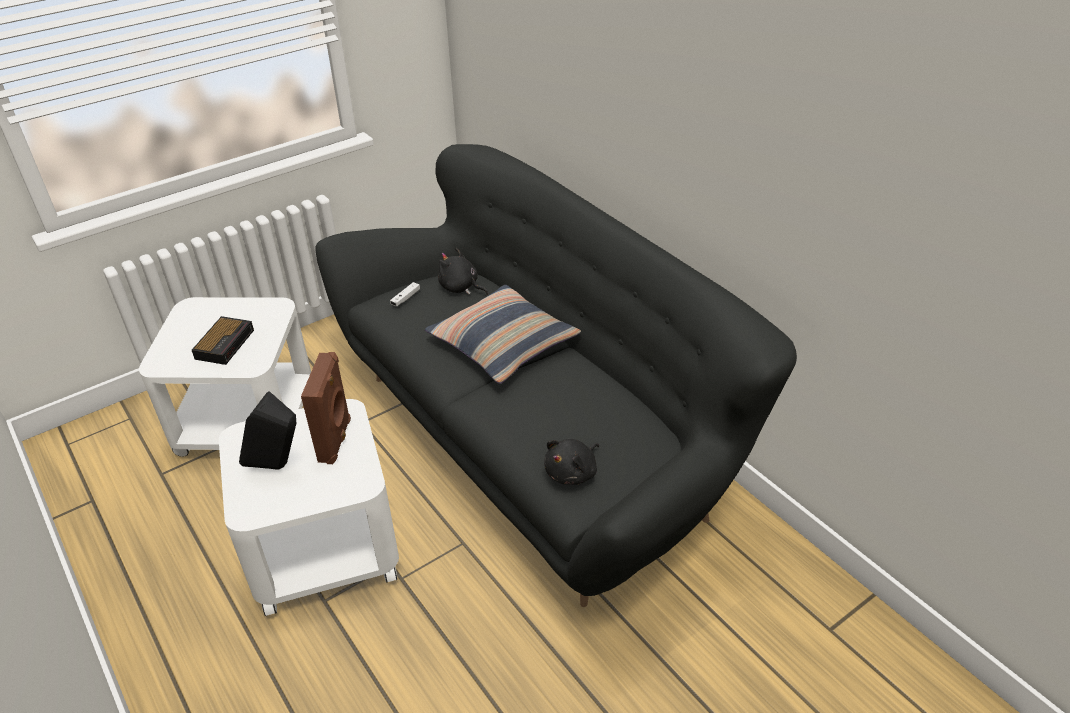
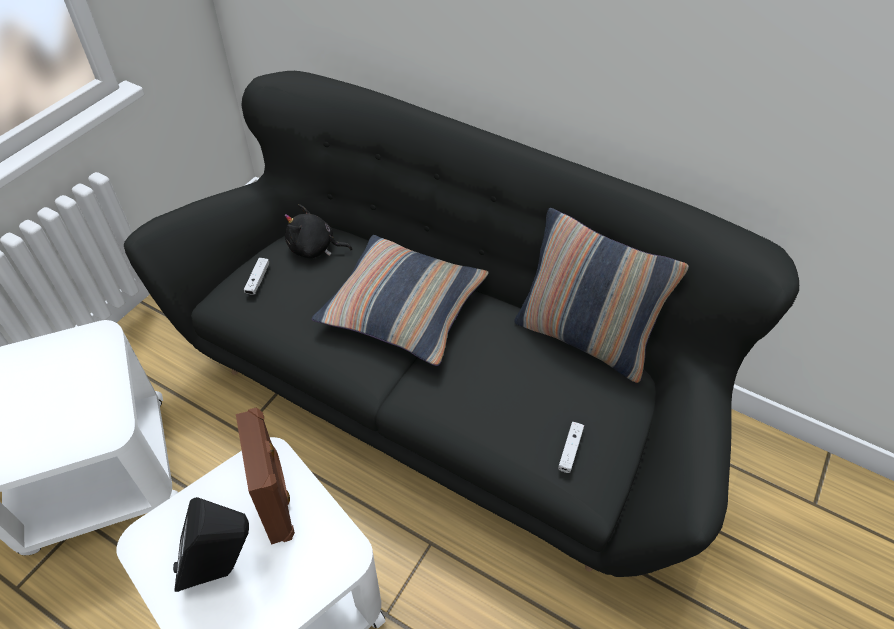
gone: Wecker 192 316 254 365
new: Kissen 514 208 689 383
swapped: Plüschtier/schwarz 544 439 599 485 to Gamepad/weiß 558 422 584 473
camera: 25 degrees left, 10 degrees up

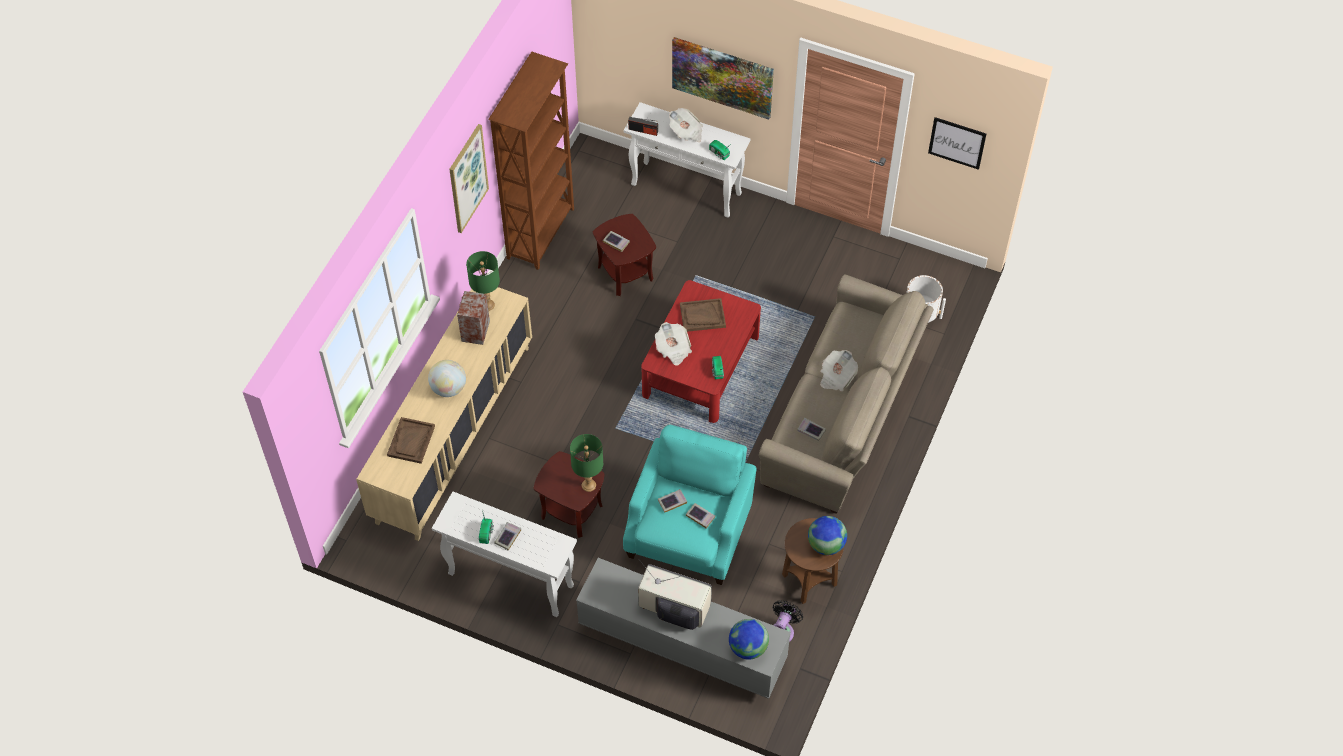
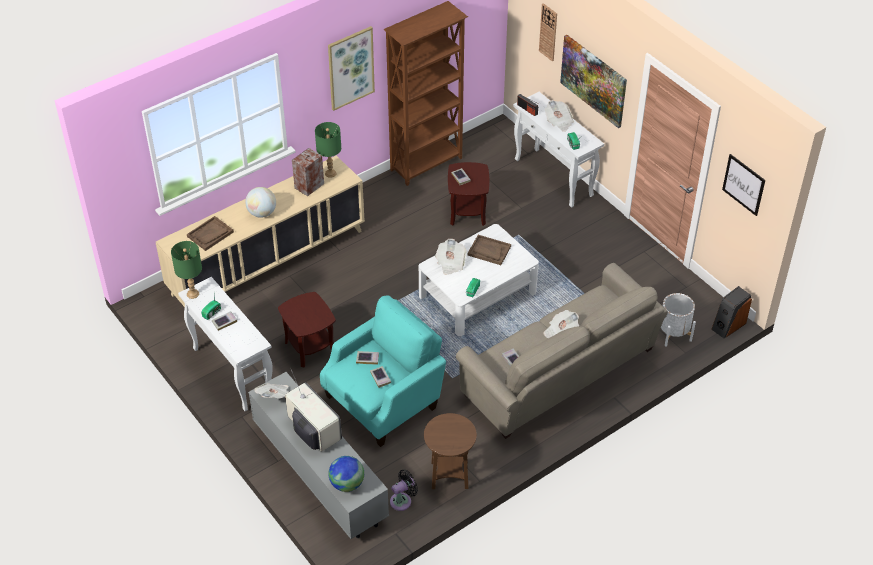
gone: Globus 808 516 847 555
new: Wanduhr 539 3 557 61; Lautsprecher 711 286 752 338; Zeitung 254 383 288 399
shifted: Tischlampe/grün 570 434 603 492 to 171 241 202 299
repainted: Couchtisch/rot 641 280 761 423 to Couchtisch/weiß 418 224 539 336
camera: 30 degrees right, 10 degrees down

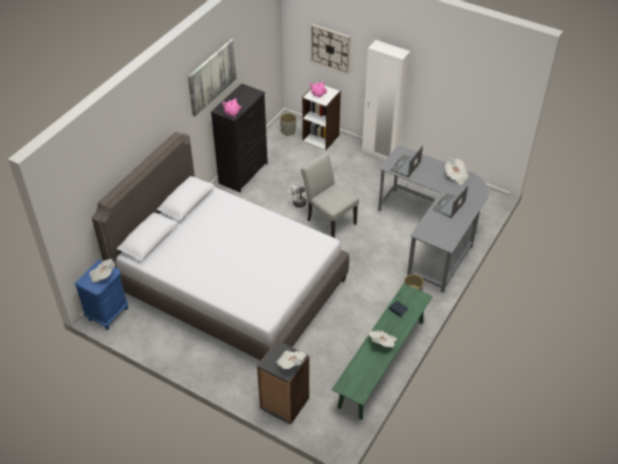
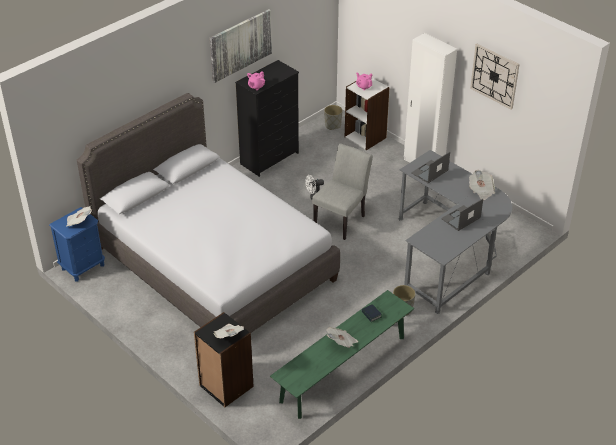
shifted: Wanduhr 310 24 351 75 to 470 44 520 110
rotated: Stuhl/grau 301 153 359 238 = 312 143 373 240 60 degrees clockwise
camera: 15 degrees right, 5 degrees down

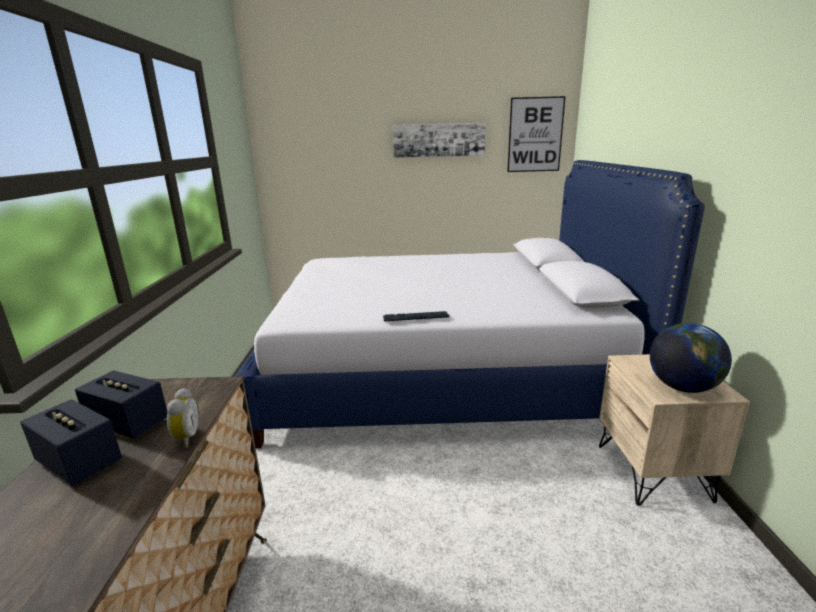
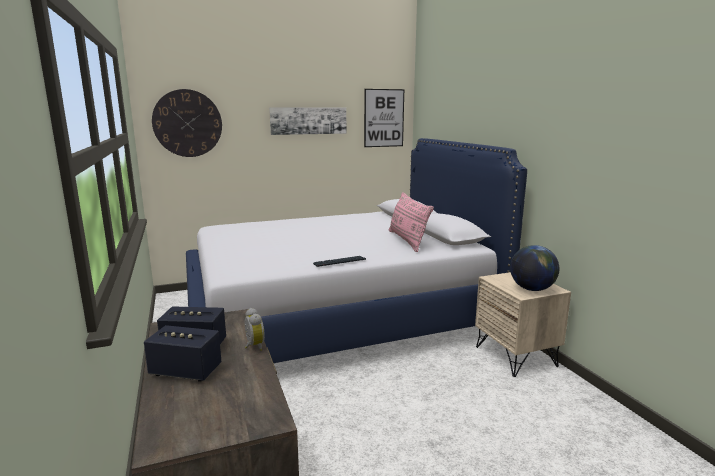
new: Wanduhr 152 89 222 157; Kissen/rosa 389 192 434 252
camera: 20 degrees left, 5 degrees down

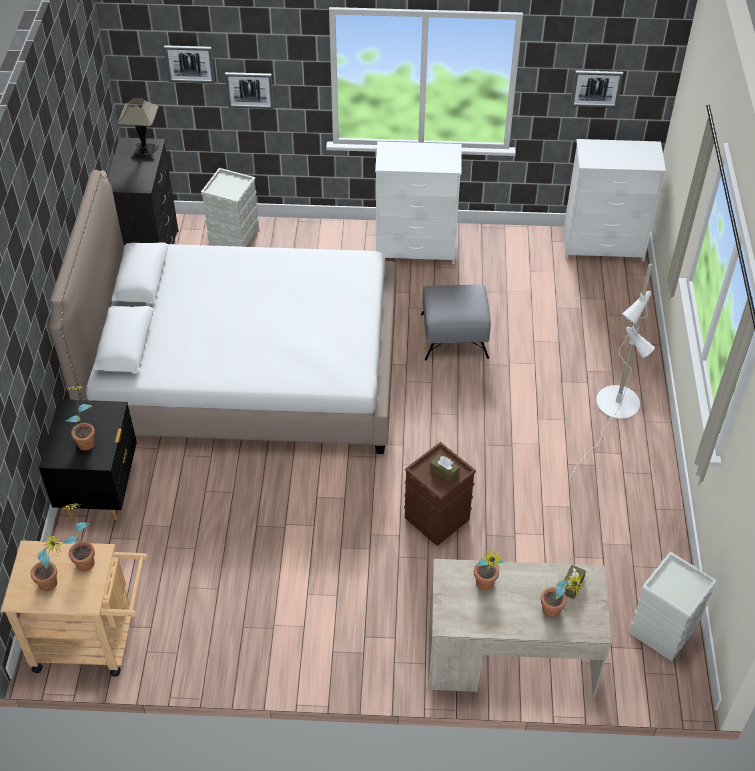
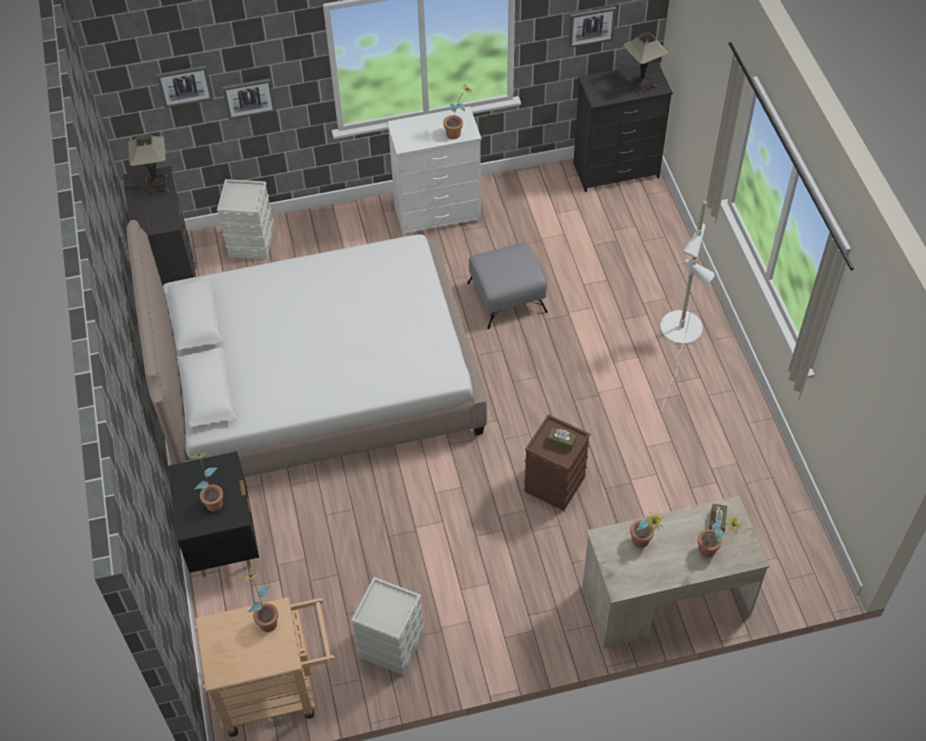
new: Tischlampe 623 32 669 95
shifted: Topfpflanze 30 535 63 591 to 443 83 472 139; Aufbewahrungsbox/grau 629 551 717 661 to 351 577 423 675
repainted: Kommode/weiß 563 139 666 261 to Kommode/schwarz 573 62 673 192
camera: 15 degrees left, 5 degrees up

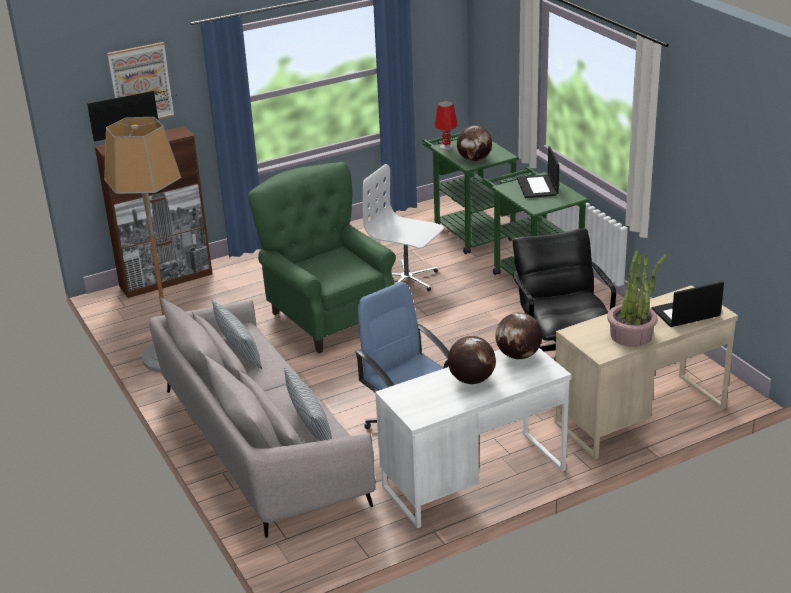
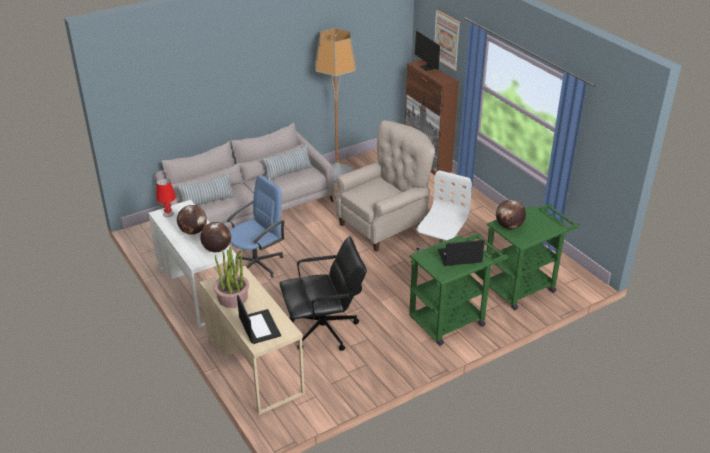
shifted: Tischlampe/rot 434 101 458 150 to 156 178 176 217
repainted: Sessel/grün 248 162 395 353 to Sessel/beige 336 120 435 252
camera: 85 degrees right, 5 degrees up

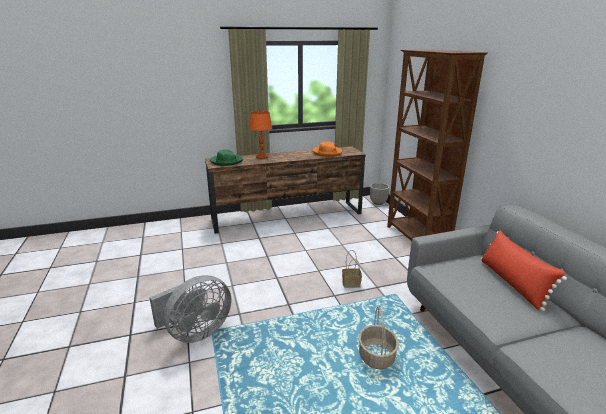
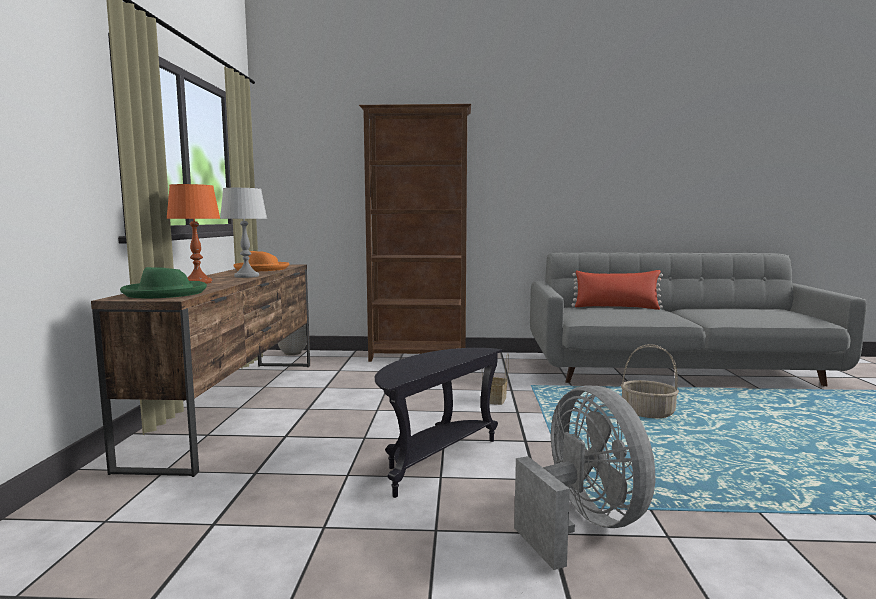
new: Tischlampe/grau 220 188 267 278; Beistelltisch/schwarz 375 348 503 498
camera: 70 degrees left, 15 degrees down

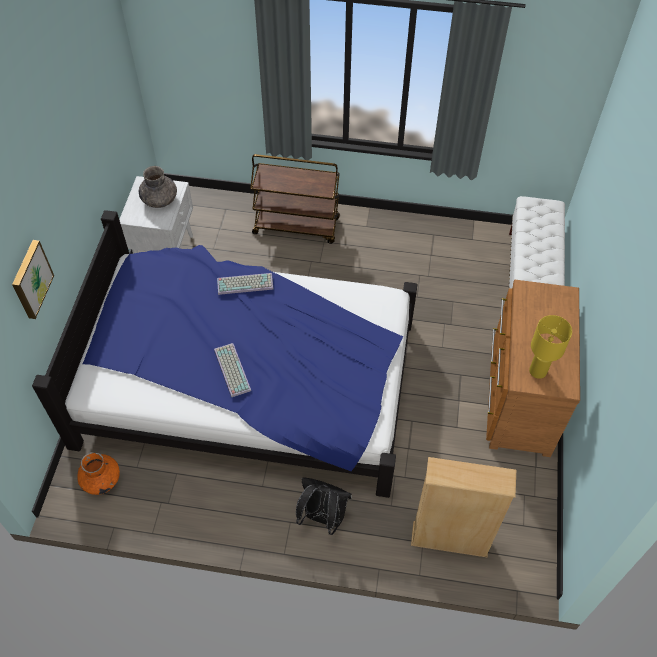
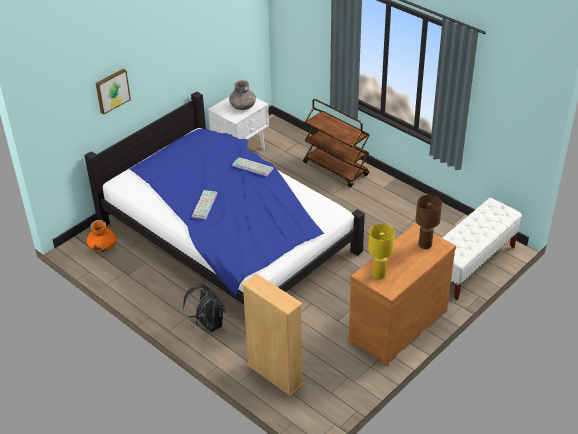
new: Tischlampe/braun 416 195 442 249
camera: 35 degrees right, 15 degrees down

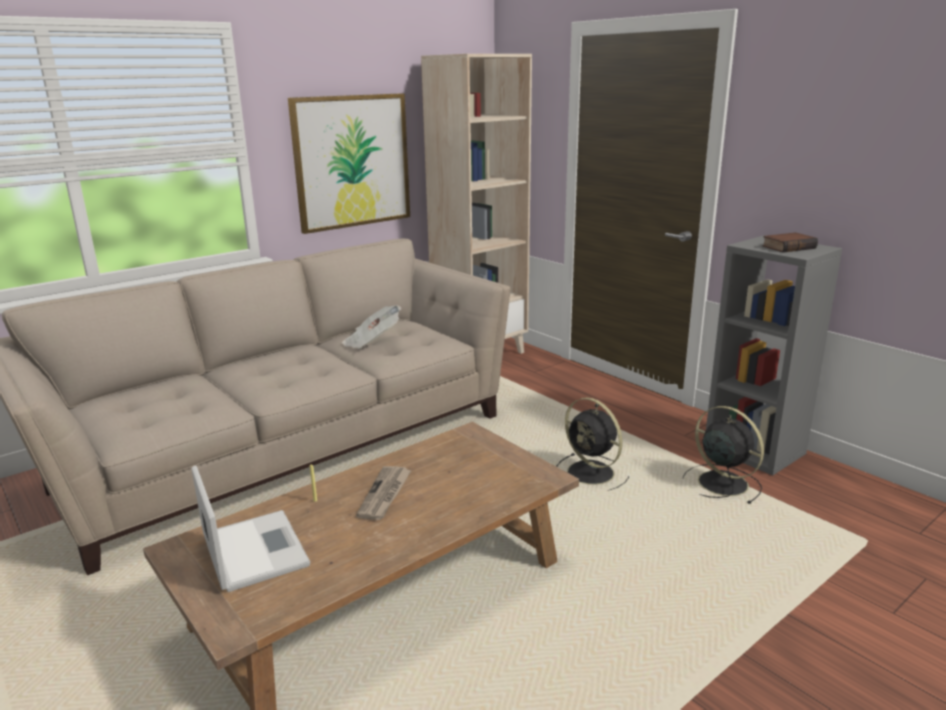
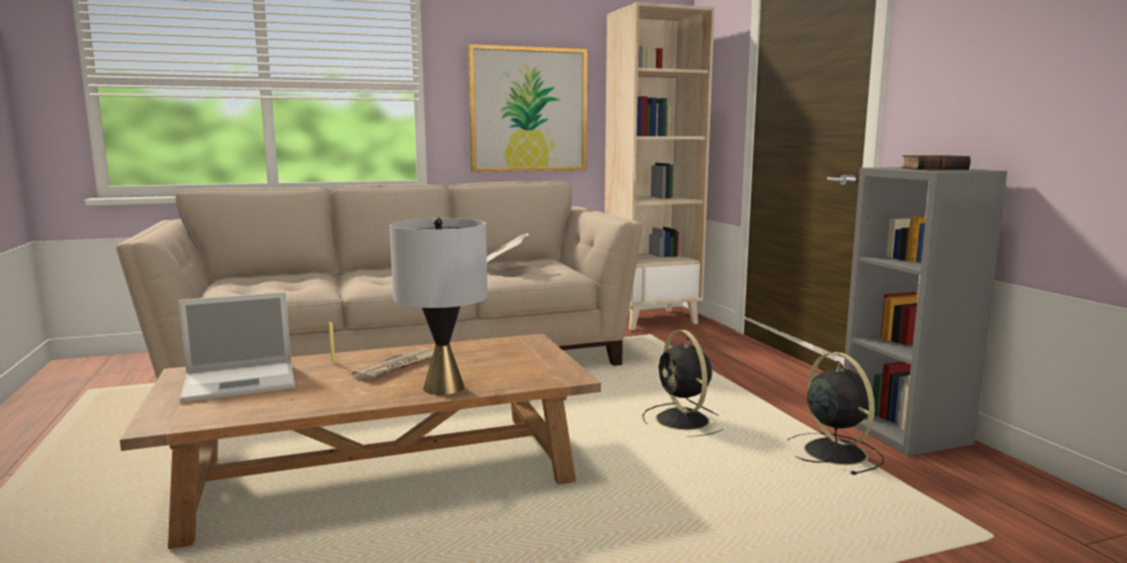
new: Tischlampe/grau 390 218 488 395
rotated: Laptop 191 465 310 592 = 179 292 295 403 75 degrees clockwise
camera: 20 degrees right, 10 degrees down

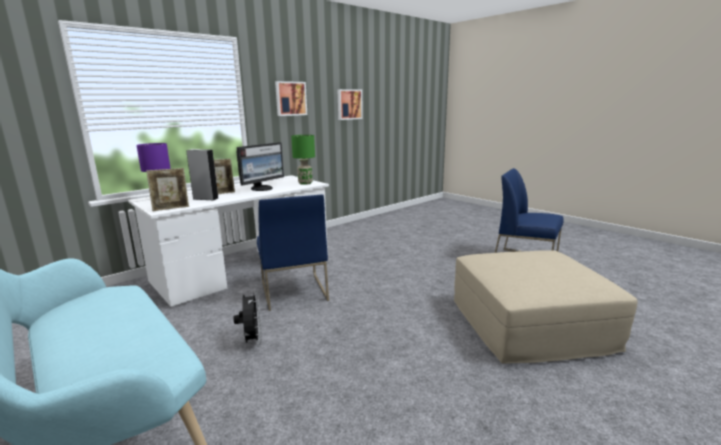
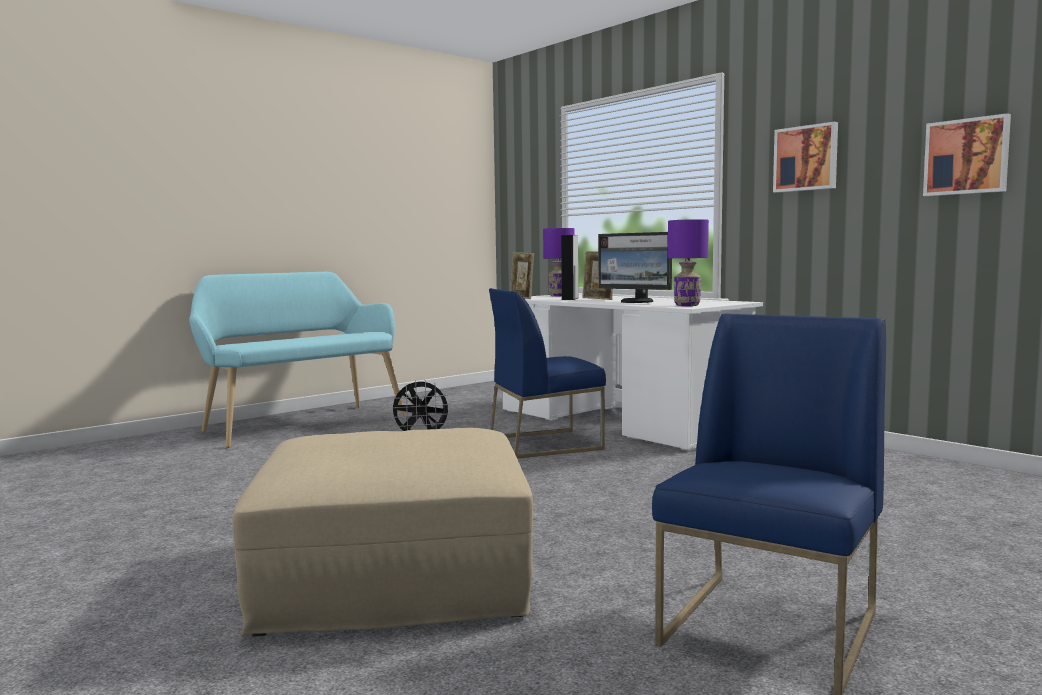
repainted: Tischlampe/grün 291 135 315 185 to Tischlampe/lila 668 219 709 306
camera: 90 degrees right, 10 degrees down

